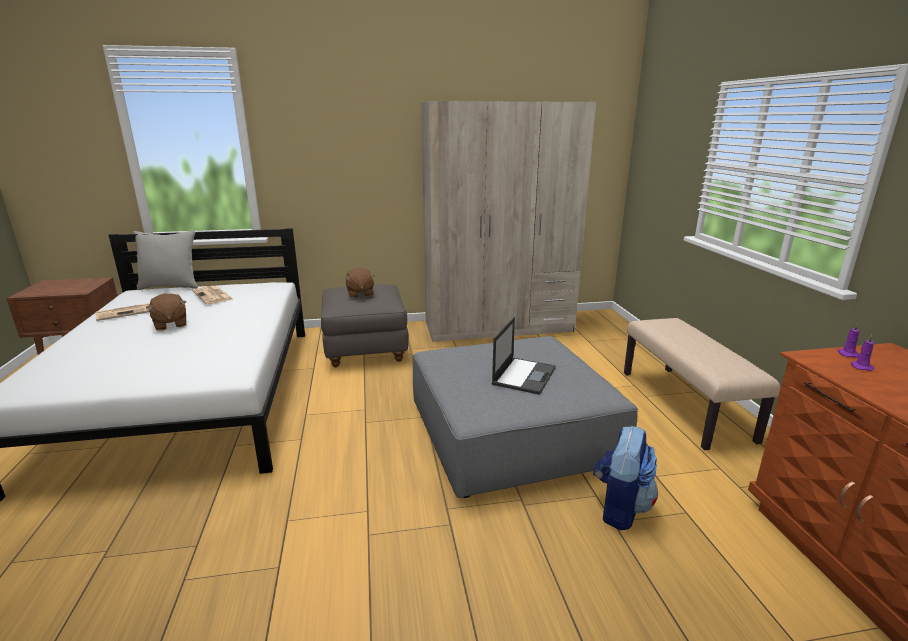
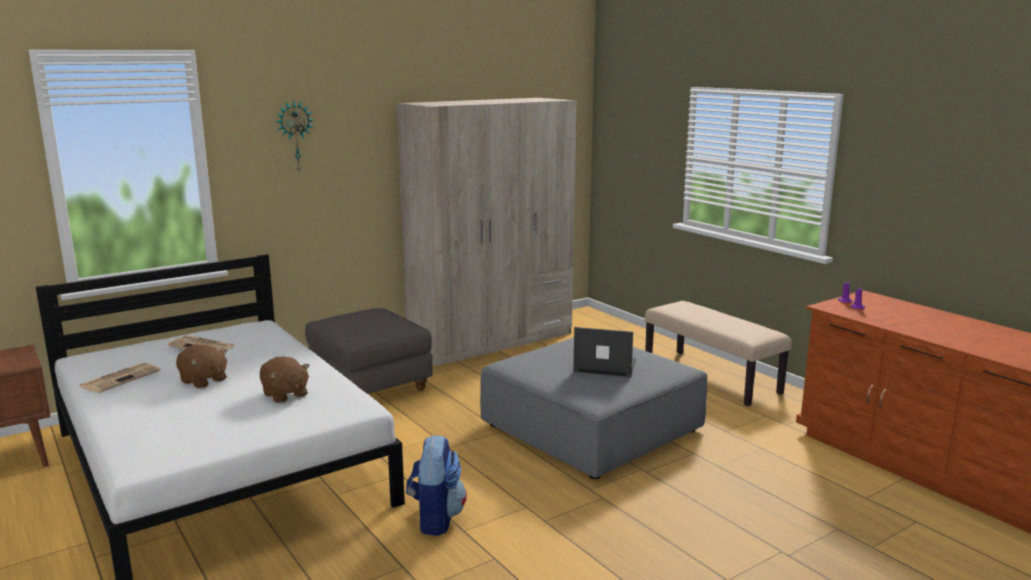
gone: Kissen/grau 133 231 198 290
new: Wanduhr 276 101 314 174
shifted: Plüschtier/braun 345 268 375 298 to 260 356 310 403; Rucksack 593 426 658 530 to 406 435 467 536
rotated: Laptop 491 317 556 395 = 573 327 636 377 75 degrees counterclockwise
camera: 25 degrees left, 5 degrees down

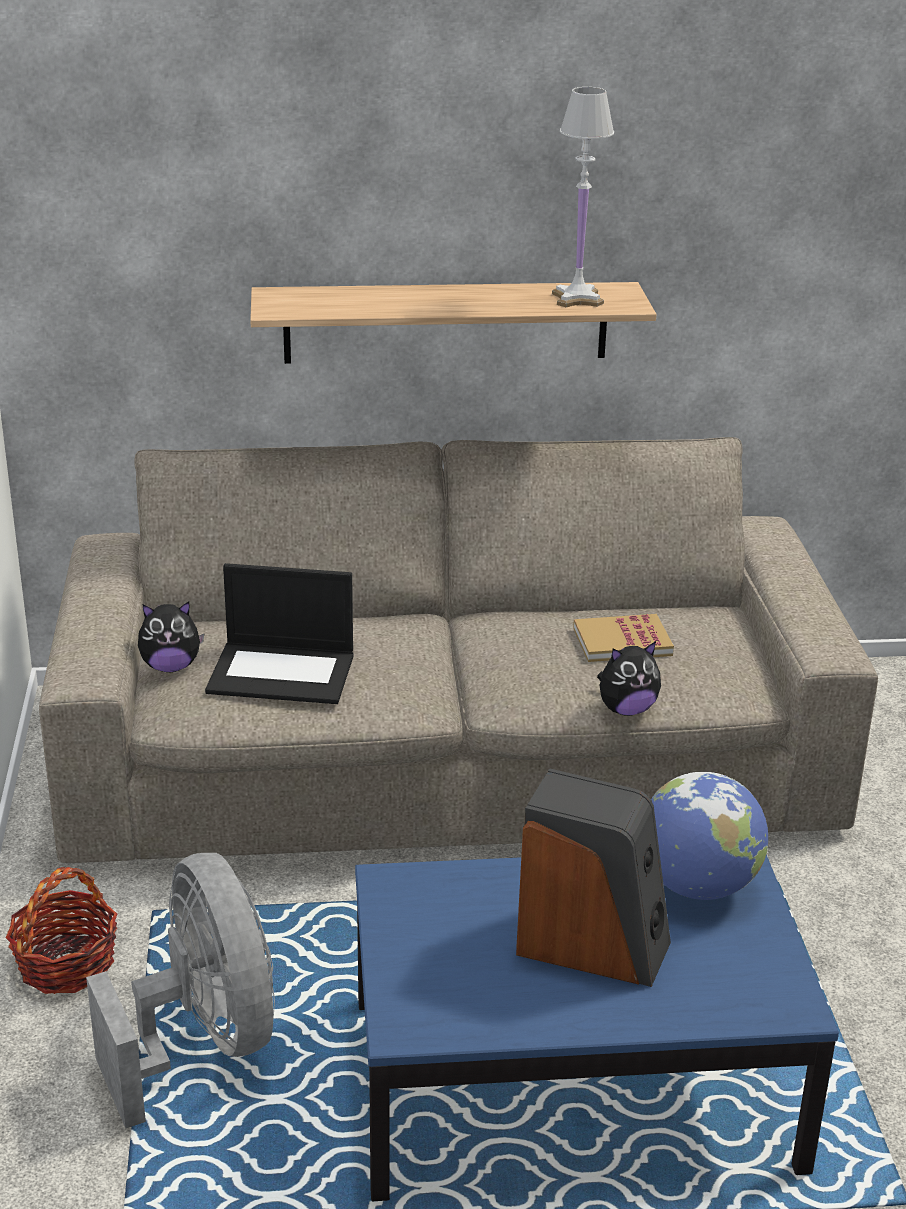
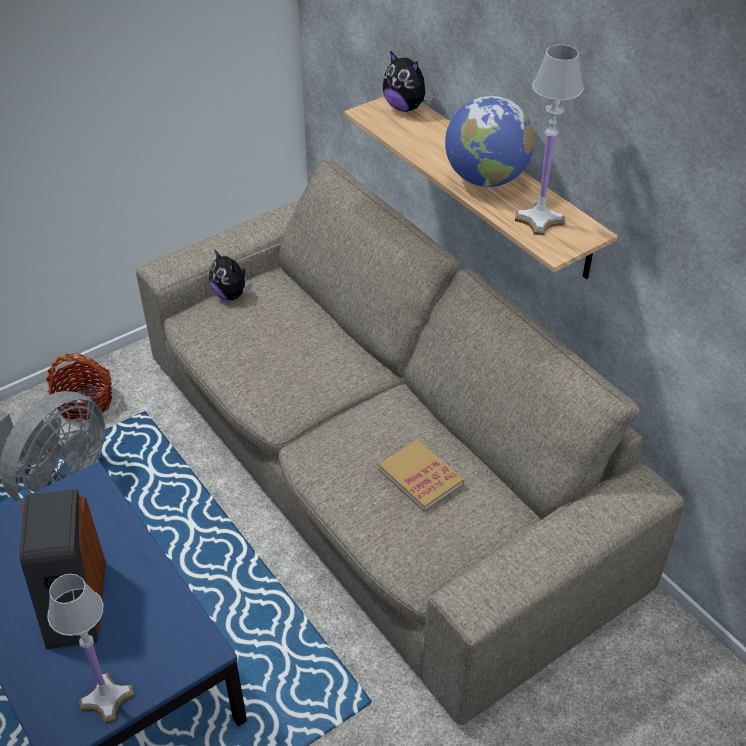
gone: Laptop 205 563 354 704
new: Tischlampe/weiß 47 574 134 724
shifted: Plüschtier 597 641 661 716 to 383 51 434 112; Globus 651 772 768 900 to 445 96 535 187
camera: 60 degrees right, 15 degrees up

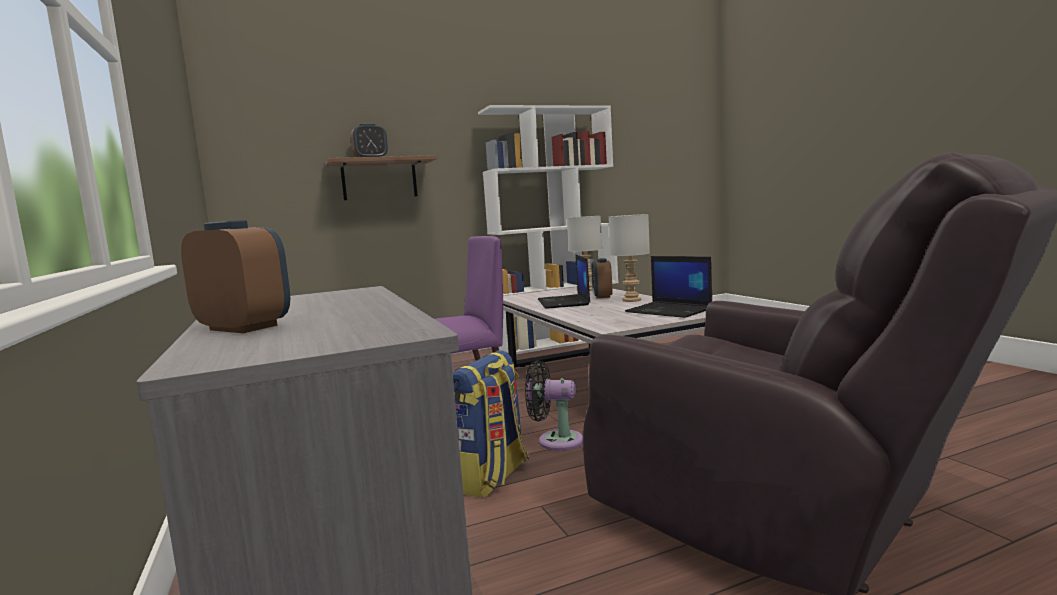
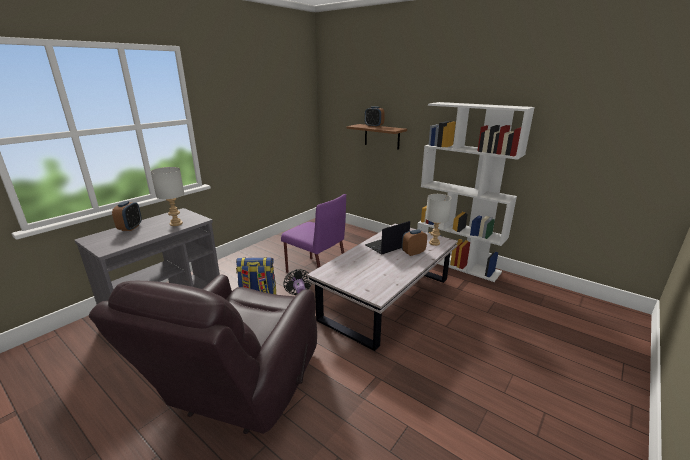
gone: Laptop 625 256 712 318
shifted: Tischlampe/grau 609 214 650 302 to 151 167 184 226
camera: 60 degrees right, 15 degrees up

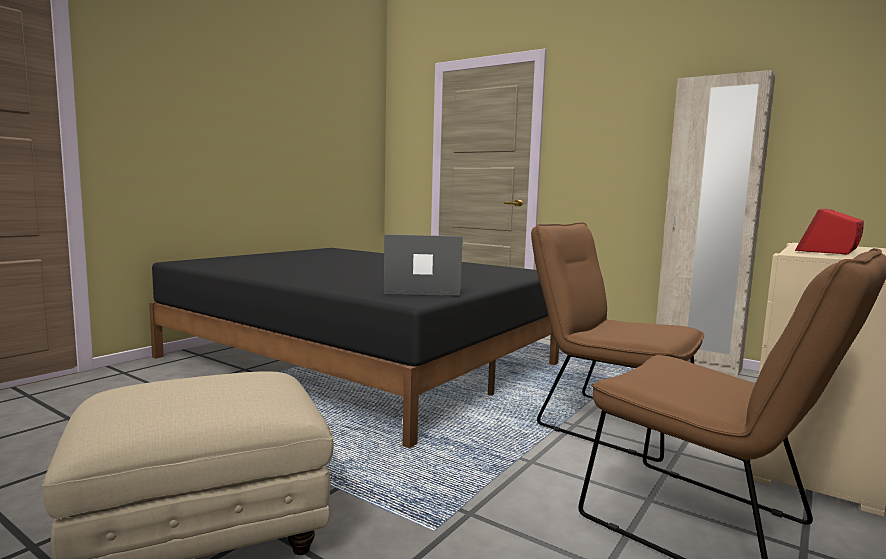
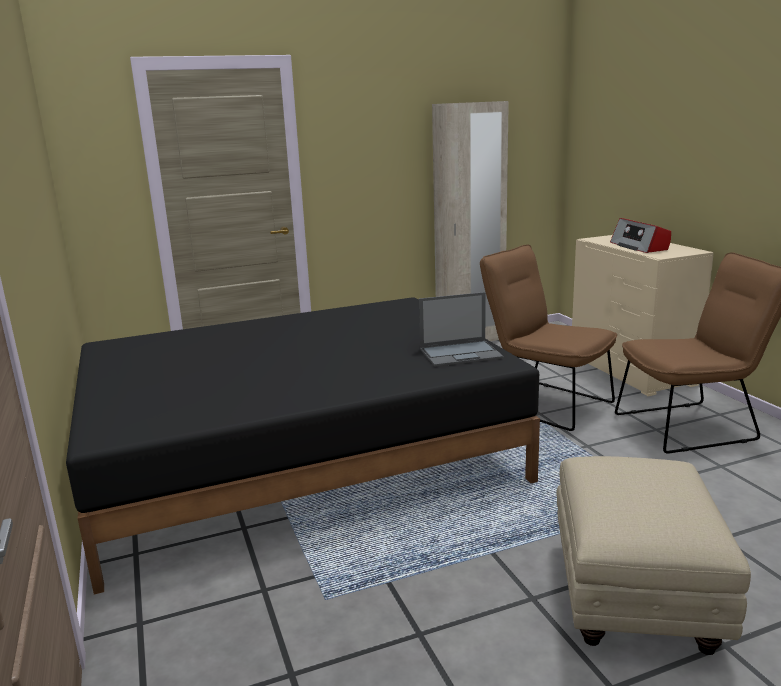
rotated: Stuhl/braun 531 222 704 462 = 480 245 617 431 60 degrees clockwise; Laptop 384 234 463 296 = 419 292 504 367 135 degrees counterclockwise
camera: 55 degrees left, 10 degrees up

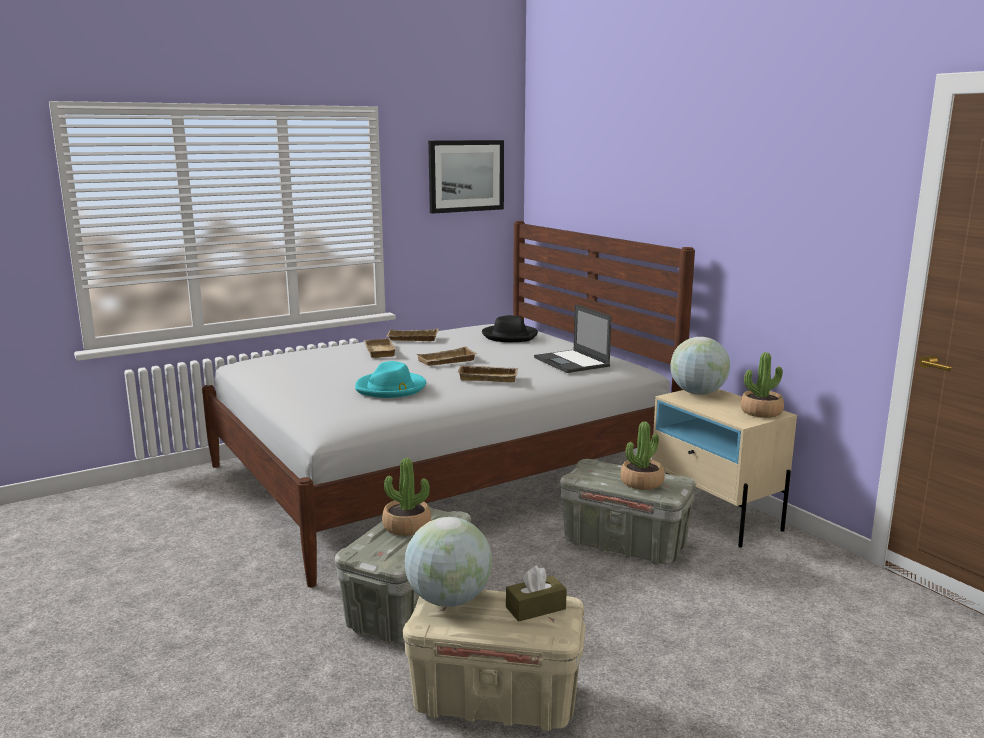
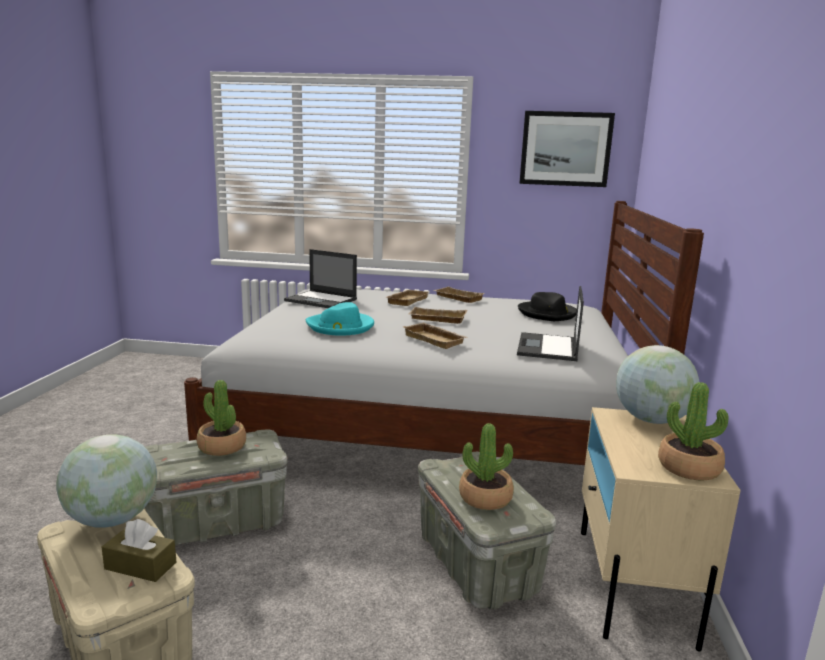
new: Laptop 284 249 357 308
camera: 40 degrees right, 0 degrees up

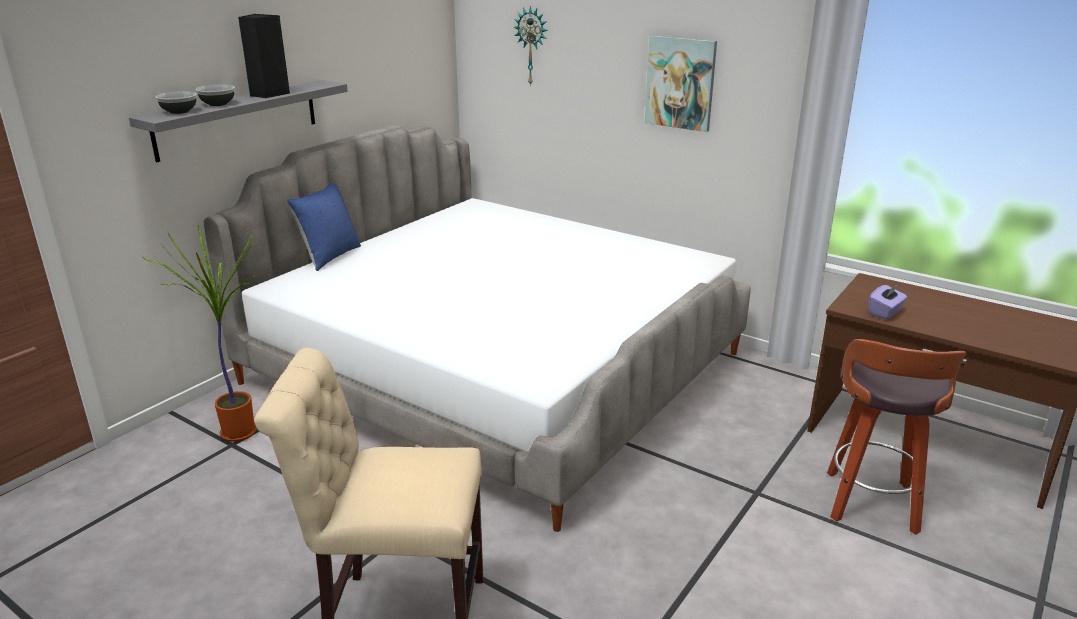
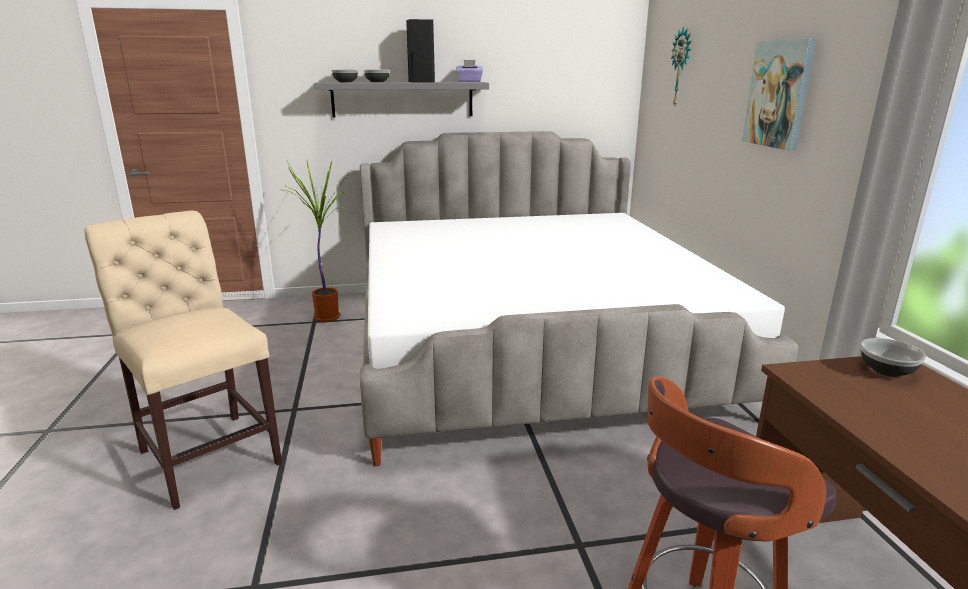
gone: Kissen/blau 286 183 361 271
new: Schüssel 861 338 926 377
shifted: Taschentuchbox/lila 869 284 907 320 to 456 60 483 82
camera: 45 degrees right, 5 degrees down

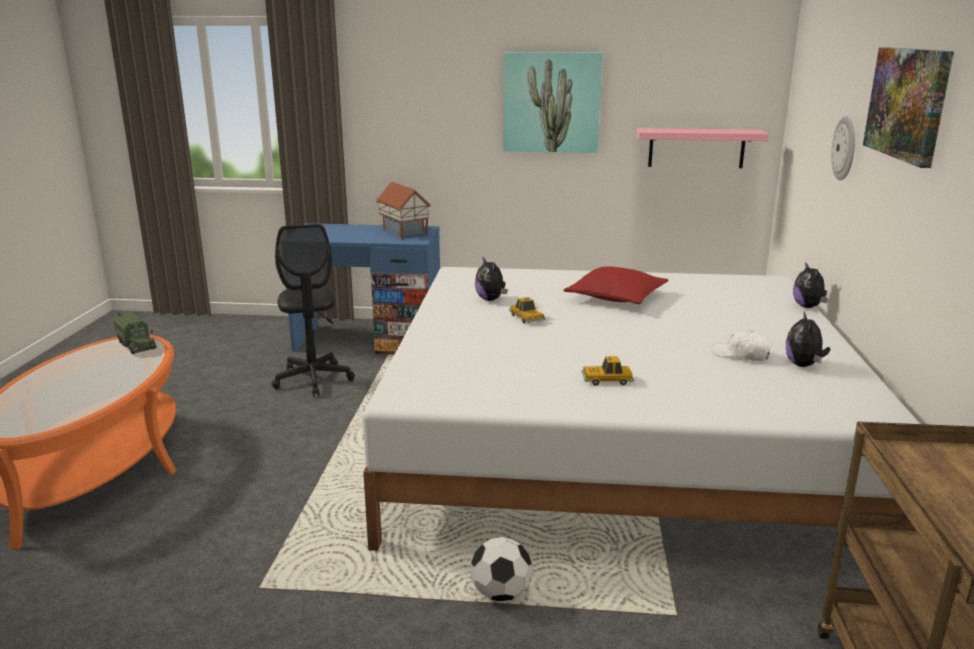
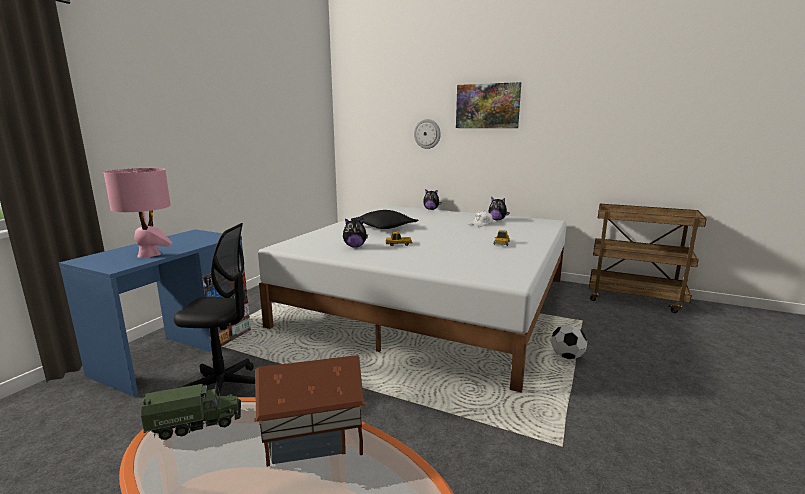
gone: Bild 503 52 603 153; Wandregal/rosa 636 128 769 168
new: Tischlampe/rosa 104 168 172 258
shifted: Spielzeughaus 376 182 431 240 to 254 355 366 467
repainted: Kissen/rot 563 266 668 304 to Kissen/schwarz 351 210 419 229
camera: 70 degrees left, 5 degrees down

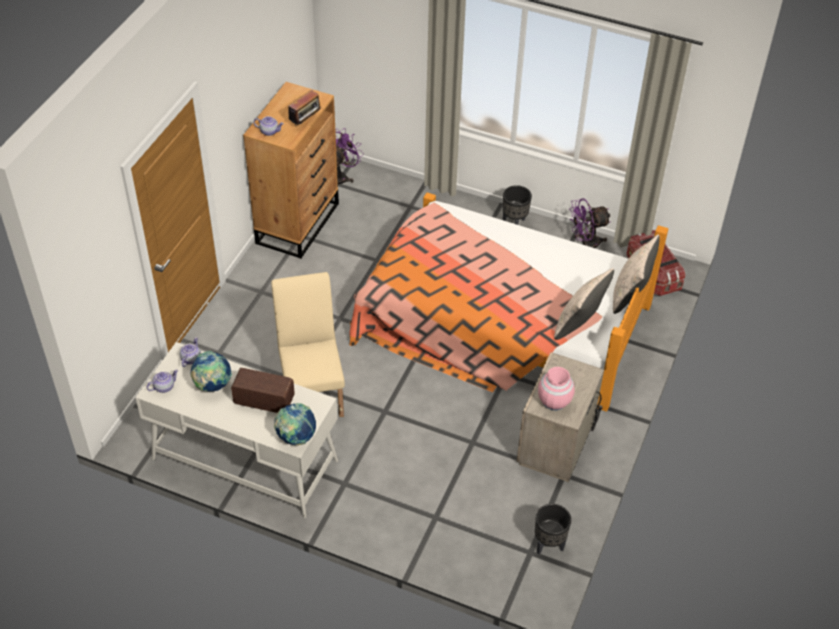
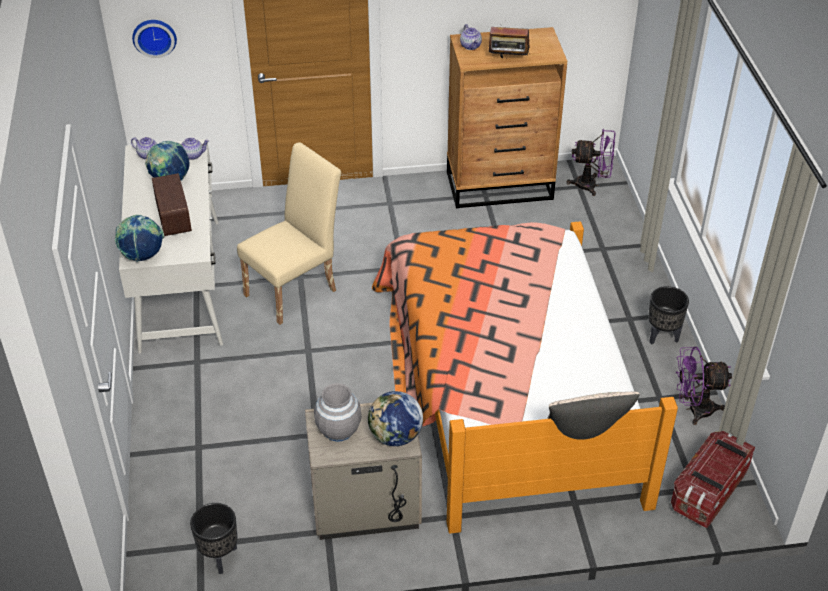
gone: Kissen/beige 554 268 614 340
new: Wanduhr 132 20 177 58; Globus 368 391 423 446
repainted: Vase/rosa 538 367 575 410 to Vase/grau 314 383 362 442
rotated: Ventilator/lila 569 198 611 248 = 676 347 732 425 45 degrees counterclockwise
camera: 60 degrees right, 5 degrees down

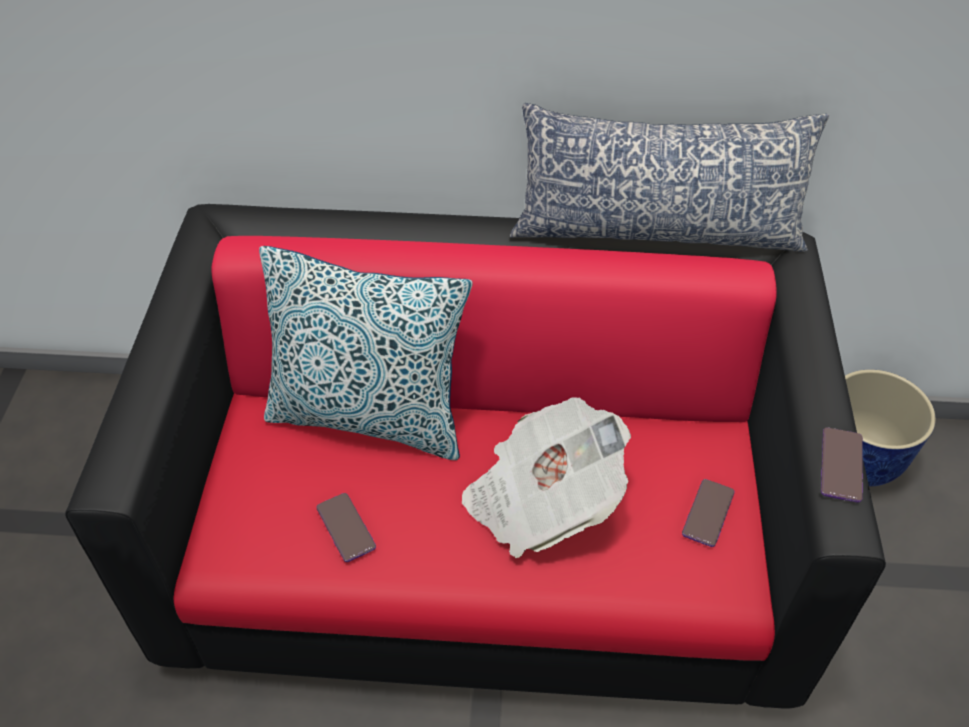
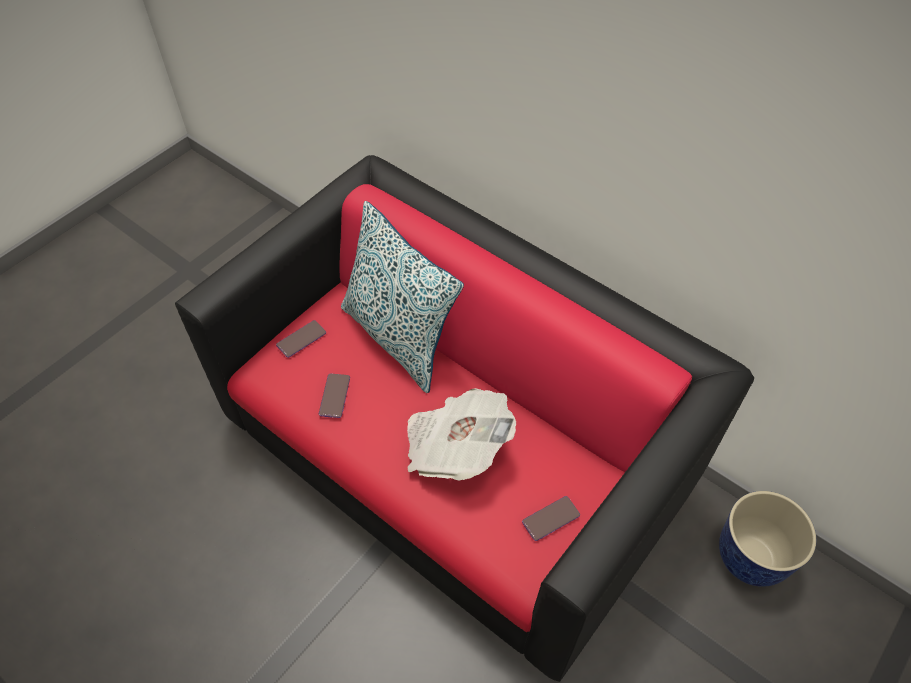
gone: Kissen 510 103 829 251
shifted: Handy 821 428 863 503 to 276 320 326 358
camera: 35 degrees right, 5 degrees up

